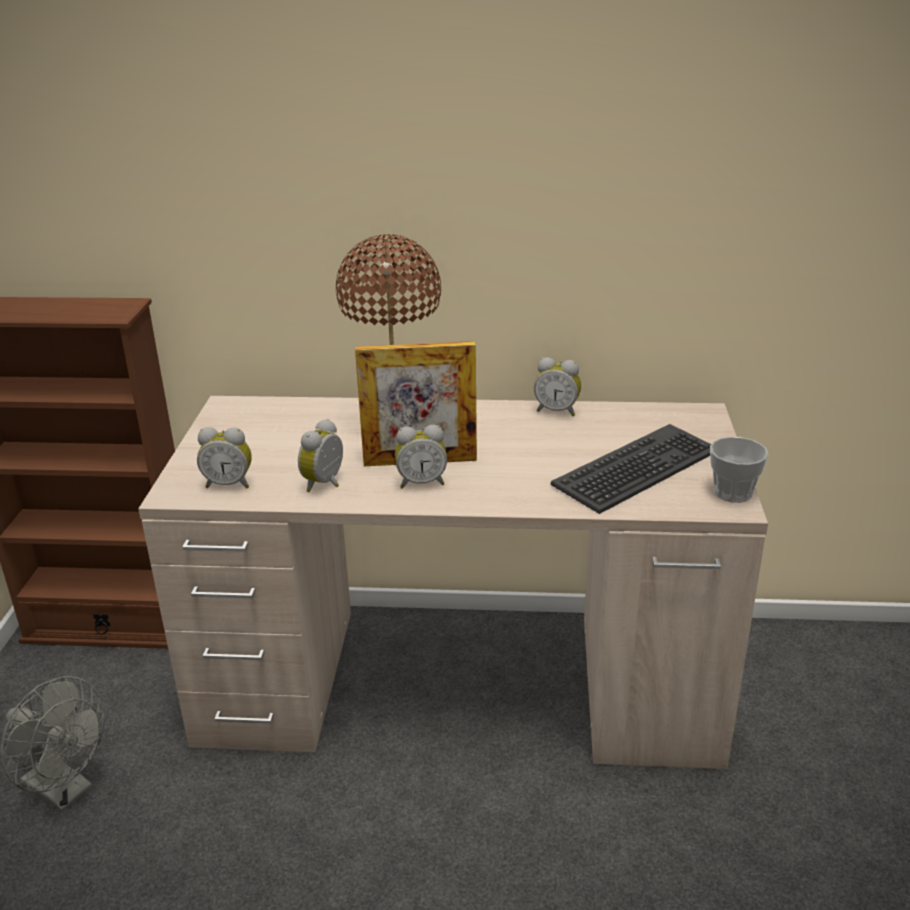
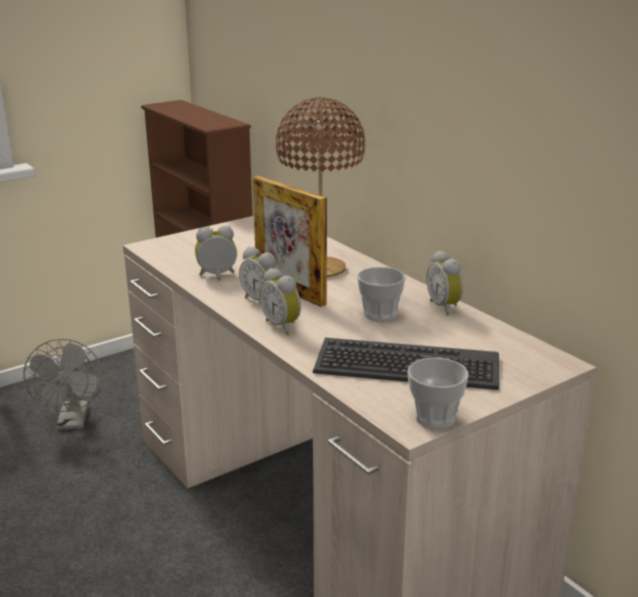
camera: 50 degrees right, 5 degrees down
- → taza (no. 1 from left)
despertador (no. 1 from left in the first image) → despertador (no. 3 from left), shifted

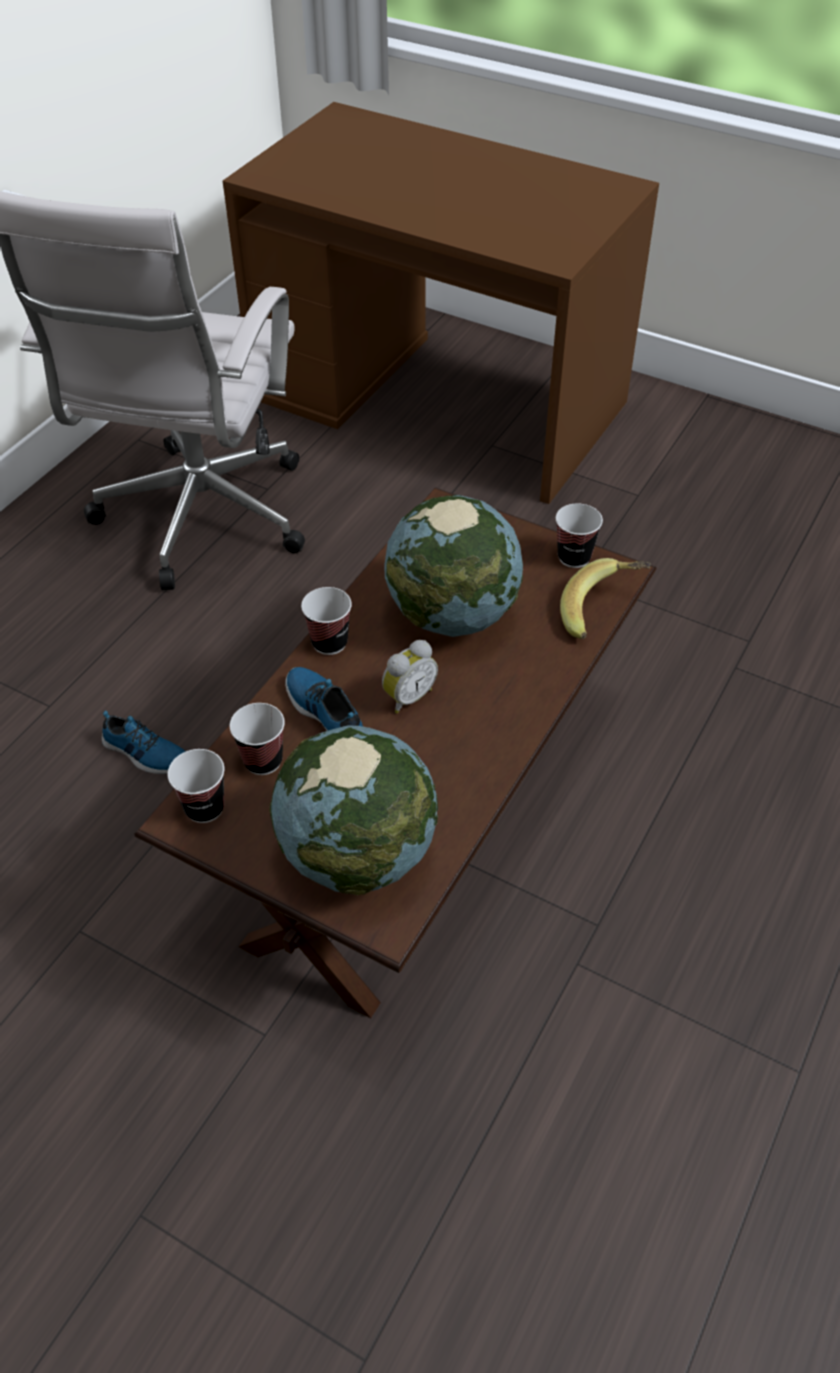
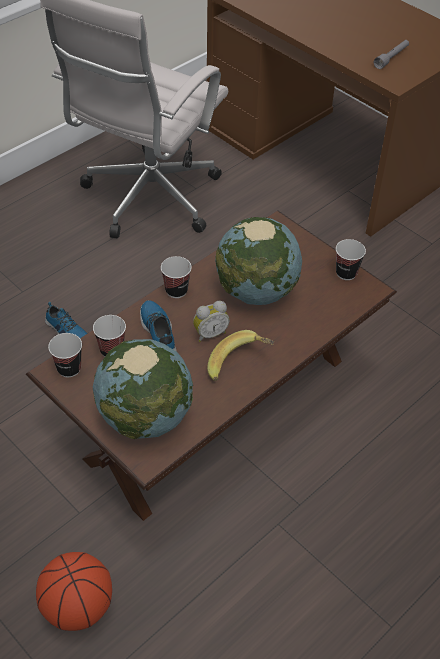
camera: 15 degrees right, 0 degrees up
- → balón de baloncesto
- → linterna (gris)
plátano, shifted

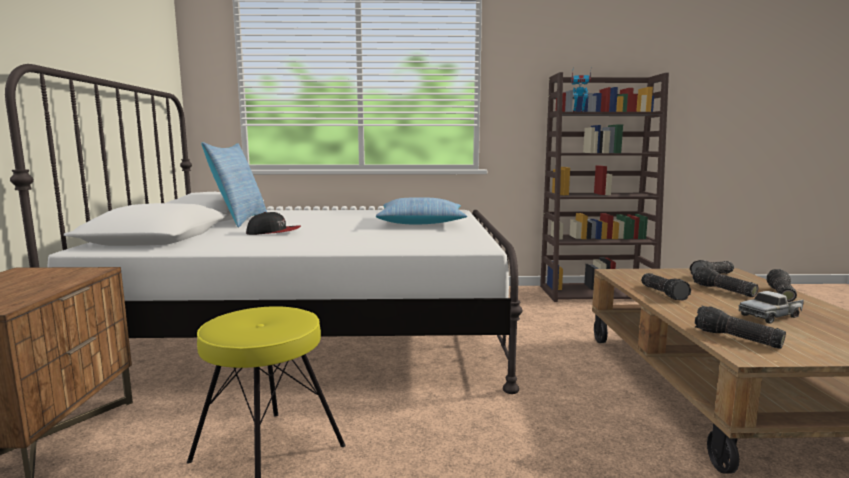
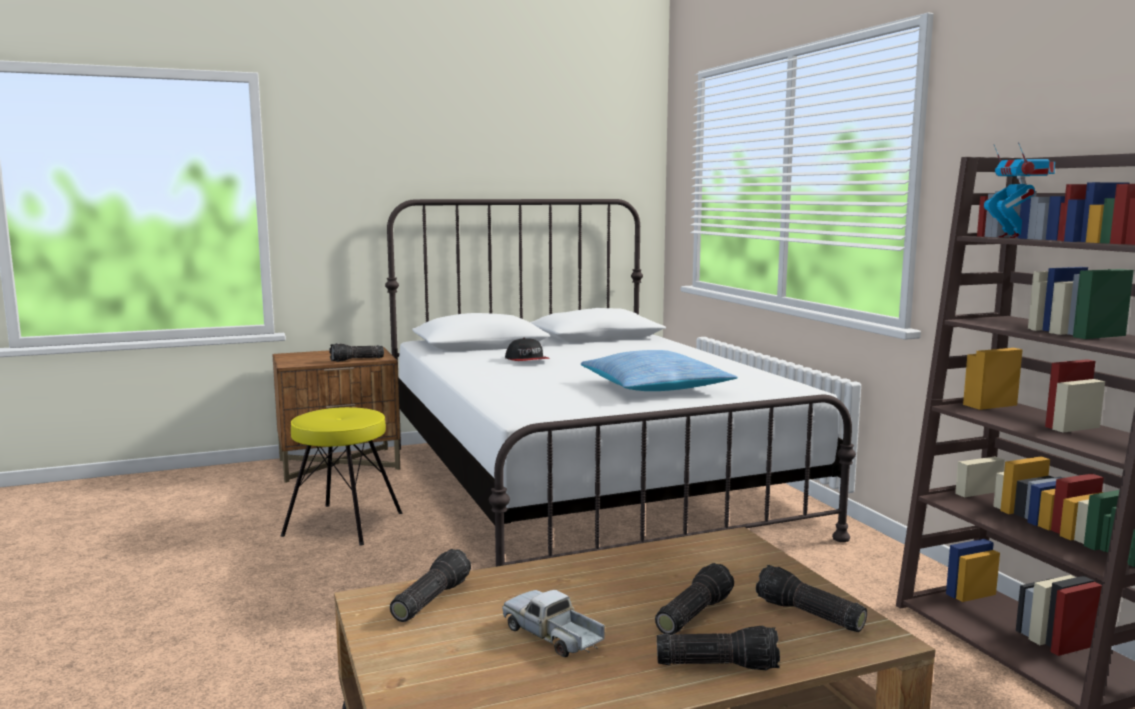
camera: 70 degrees right, 0 degrees up
cojín (no. 1 from left) → -
linterna (no. 1 from left), shifted

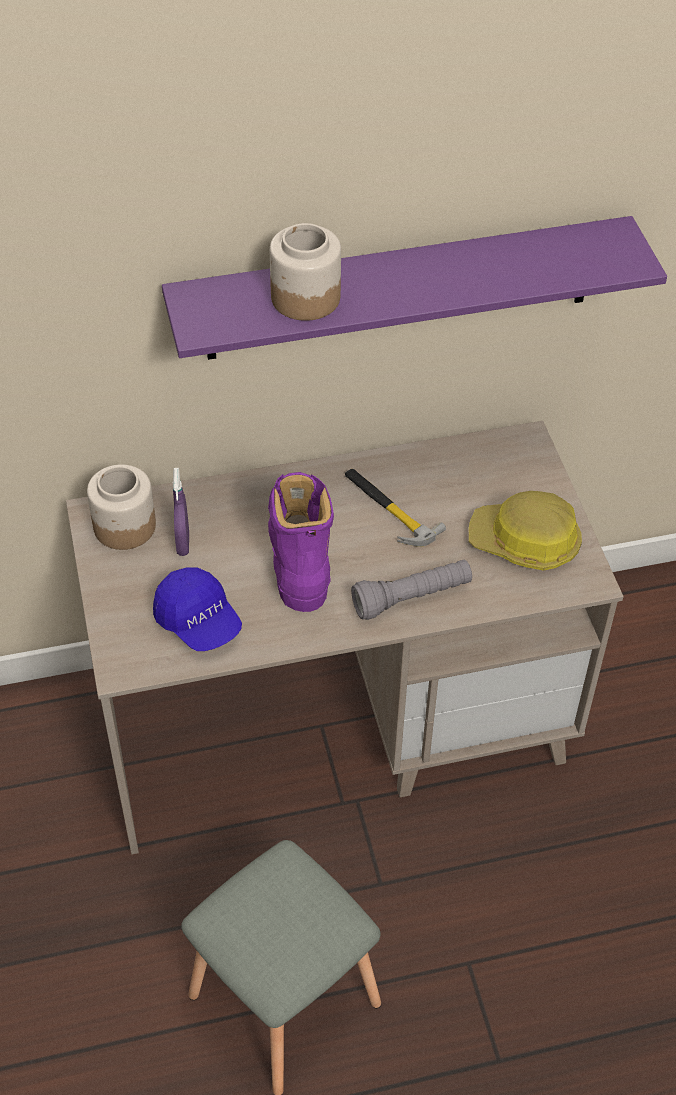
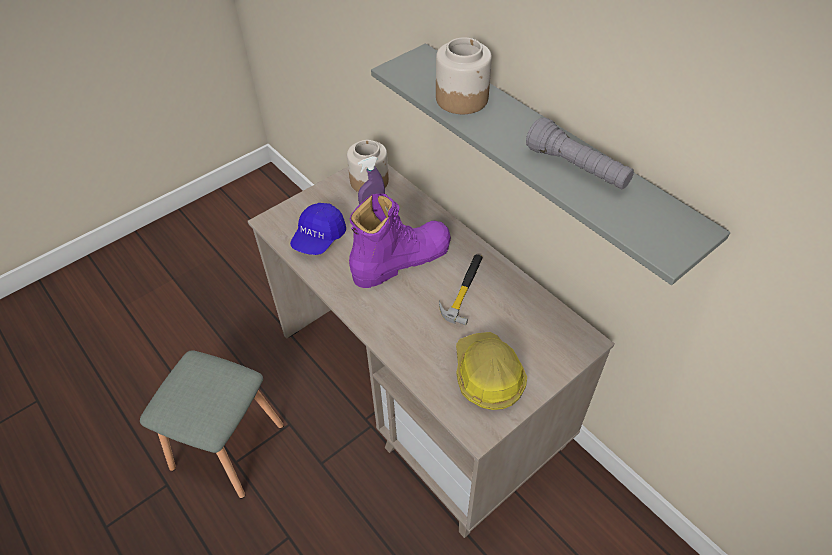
camera: 65 degrees right, 0 degrees up
linterna (gris), shifted
estante (morado) → estante (gris)

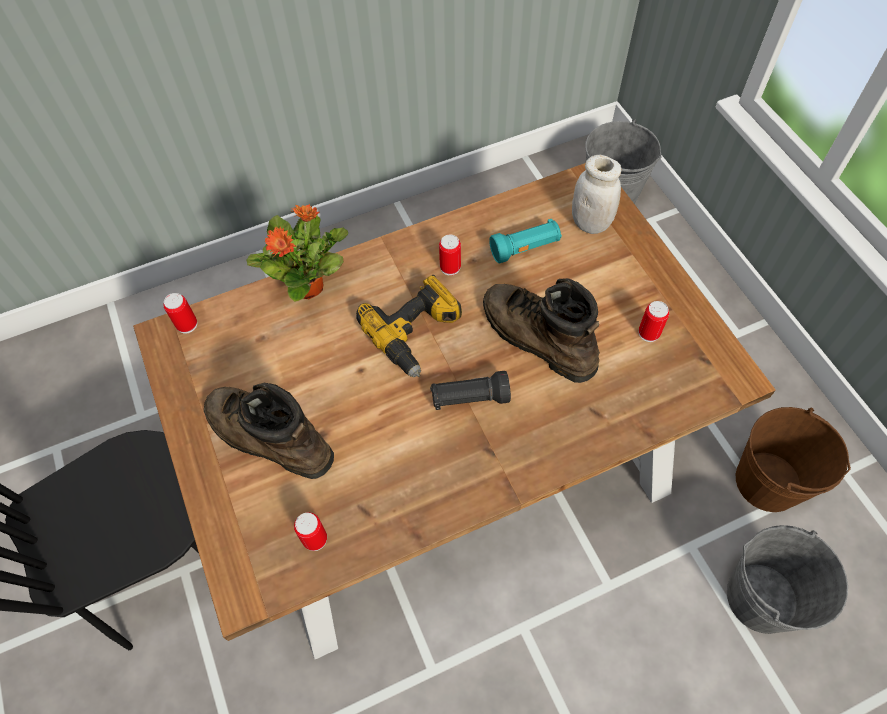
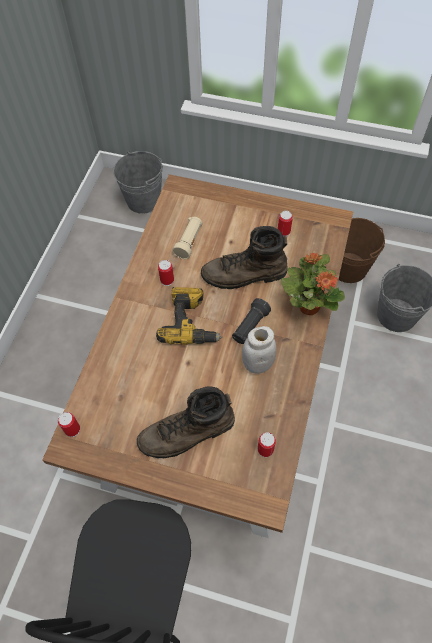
camera: 50 degrees left, 0 degrees up
planta en maceta, shifted
tarro (blanco), shifted
linterna (turquesa) → linterna (beis)

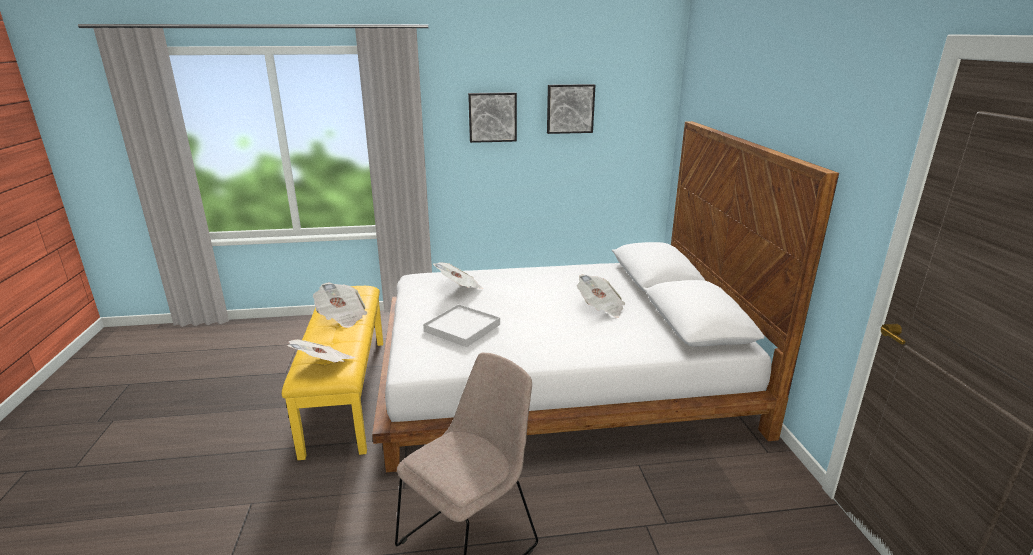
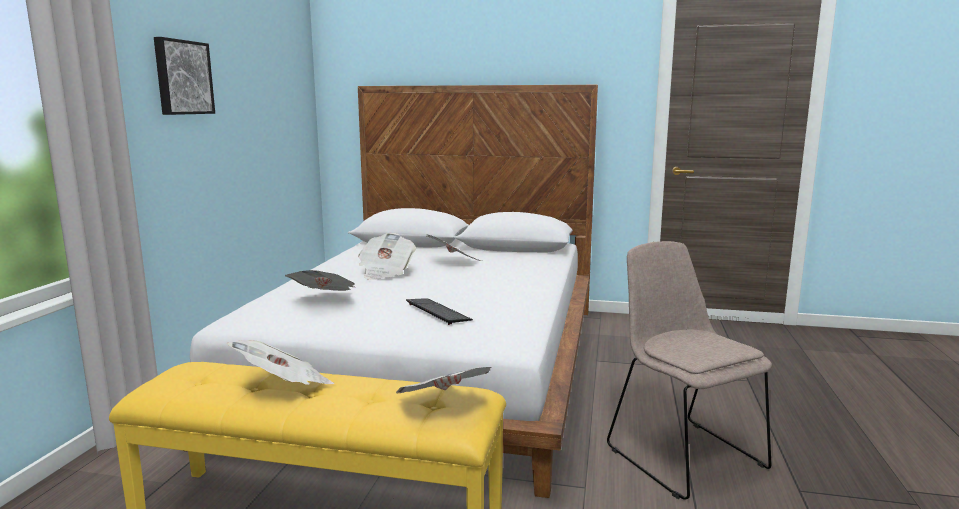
camera: 70 degrees left, 10 degrees down
cuadro (no. 2 from left) → -
- → periódico (no. 3 from left)
bandeja (blanco) → teclado

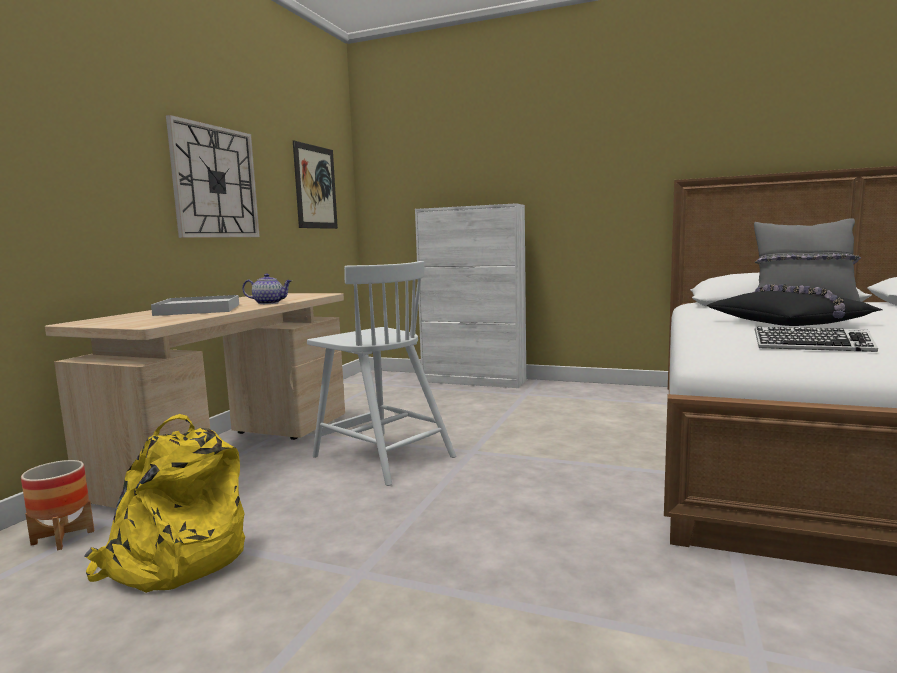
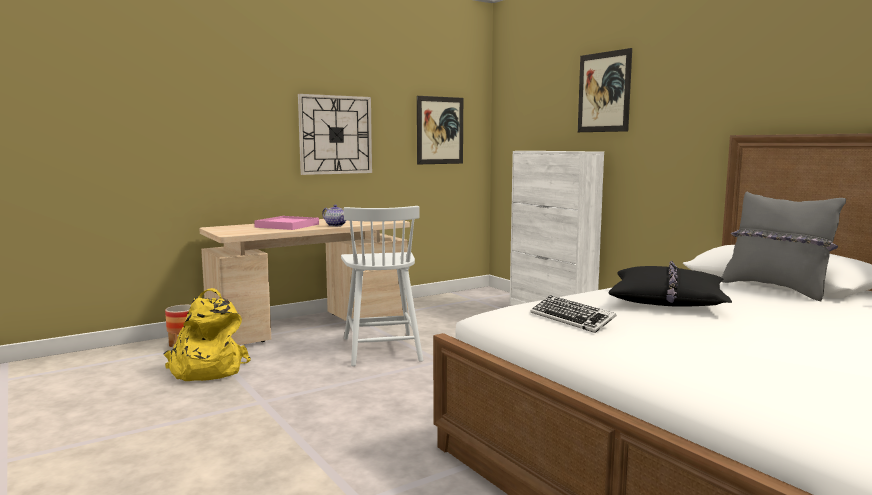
camera: 35 degrees right, 0 degrees up
- → cuadro (no. 2 from left)
bandeja (blanco) → bandeja (rosa)

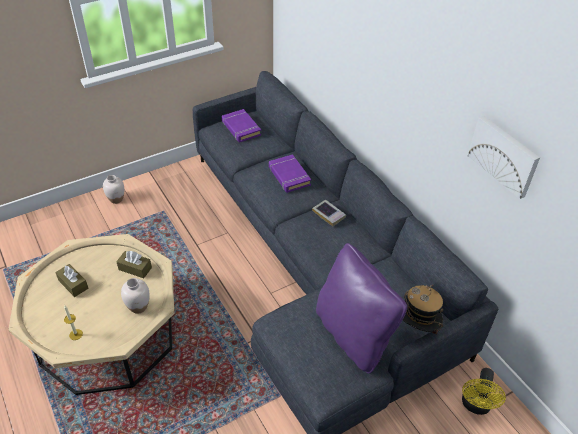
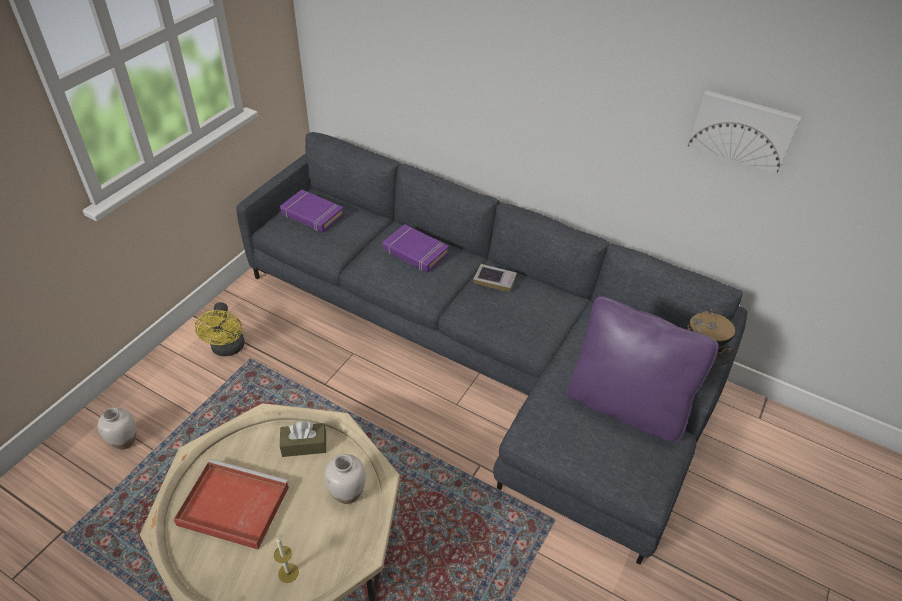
camera: 30 degrees left, 0 degrees up
florero (blanco) (no. 1 from left), shifted
ventilador (amarillo), shifted
caja de pañuelos (marrón) (no. 1 from left) → bandeja (rojo)

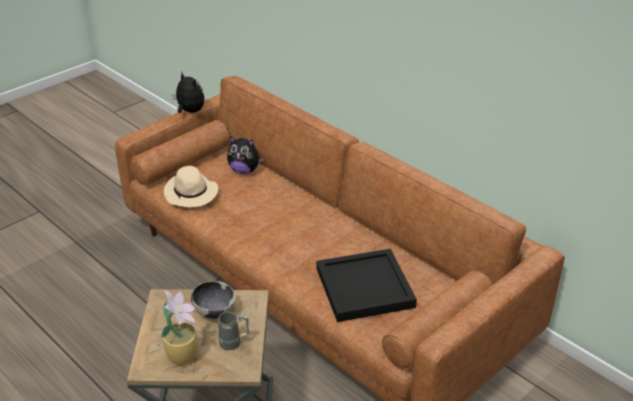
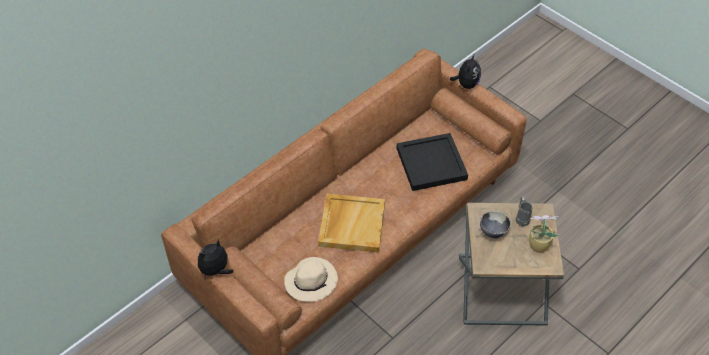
camera: 90 degrees left, 15 degrees up
- → bandeja (beis)
peluche (no. 2 from left), shifted

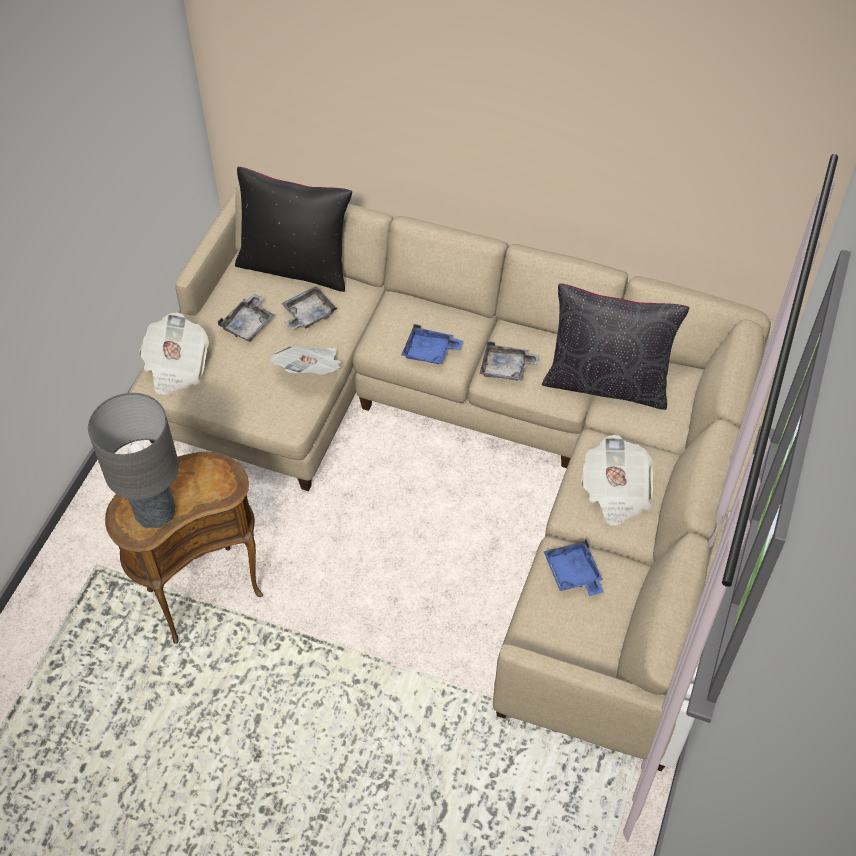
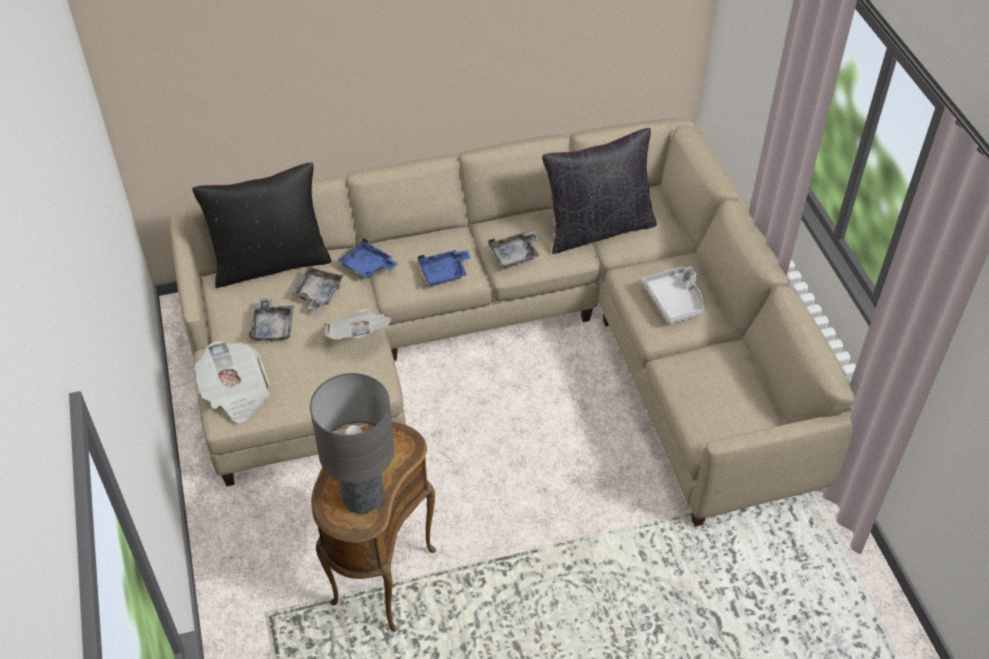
camera: 35 degrees left, 5 degrees down
bandeja (azul) (no. 2 from left in the first image) → bandeja (azul) (no. 1 from left), shifted
periódico (no. 3 from left) → bandeja (gris) (no. 4 from left)

